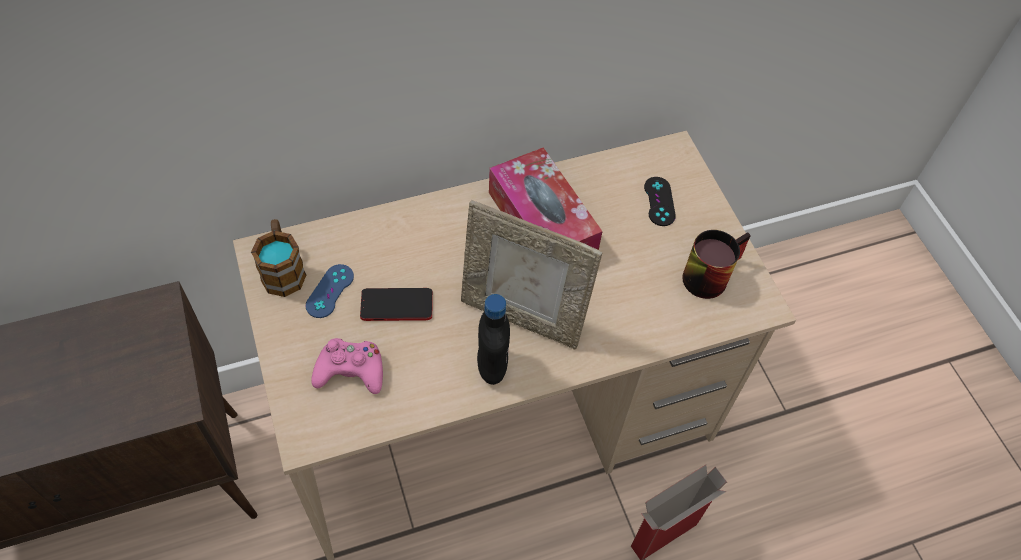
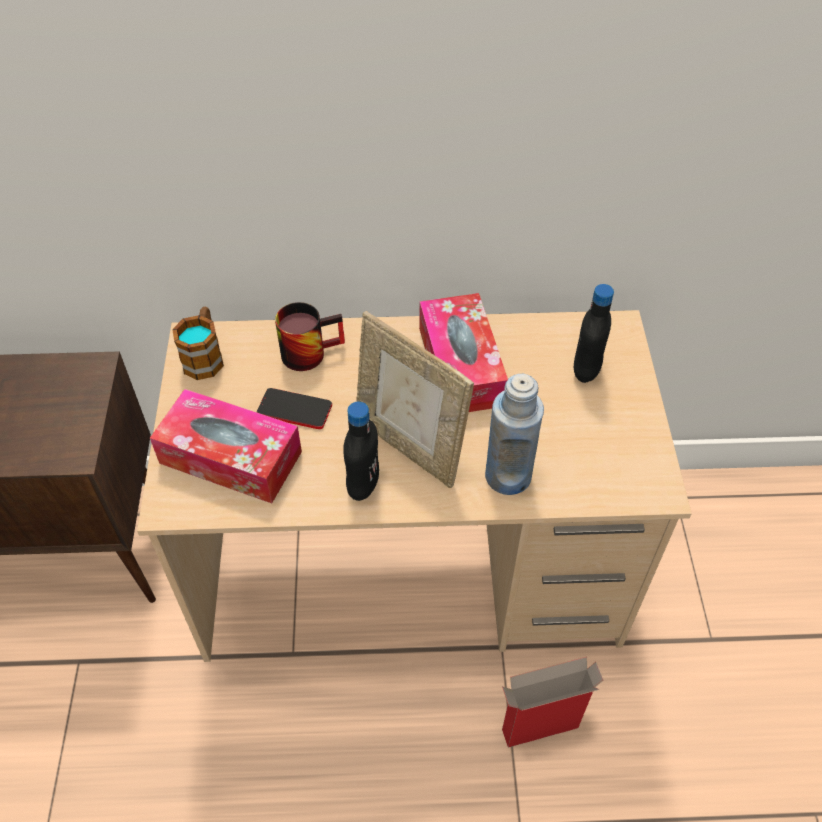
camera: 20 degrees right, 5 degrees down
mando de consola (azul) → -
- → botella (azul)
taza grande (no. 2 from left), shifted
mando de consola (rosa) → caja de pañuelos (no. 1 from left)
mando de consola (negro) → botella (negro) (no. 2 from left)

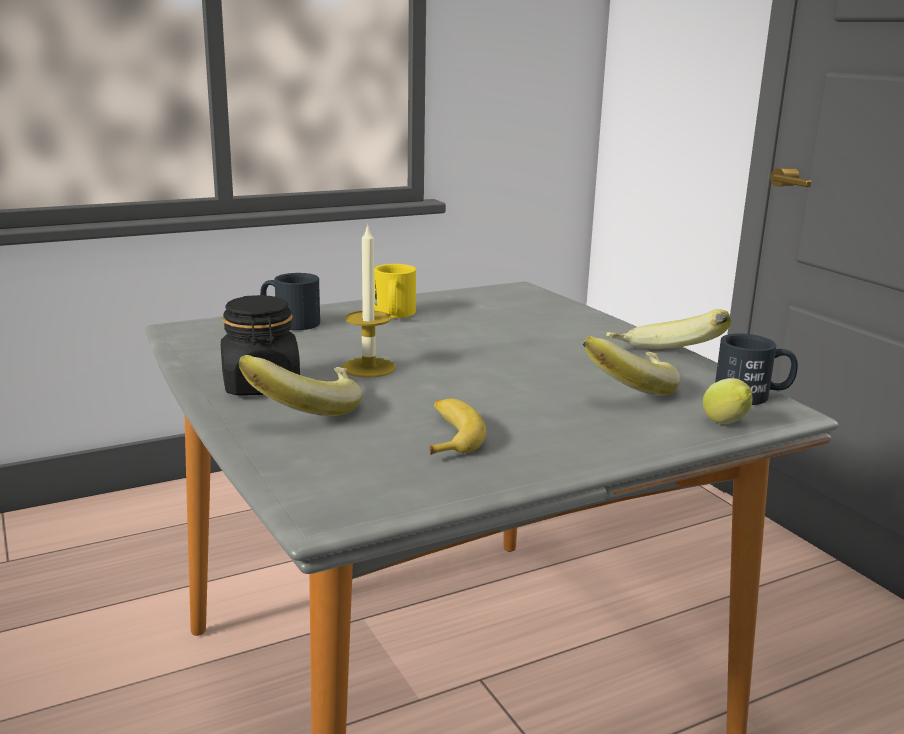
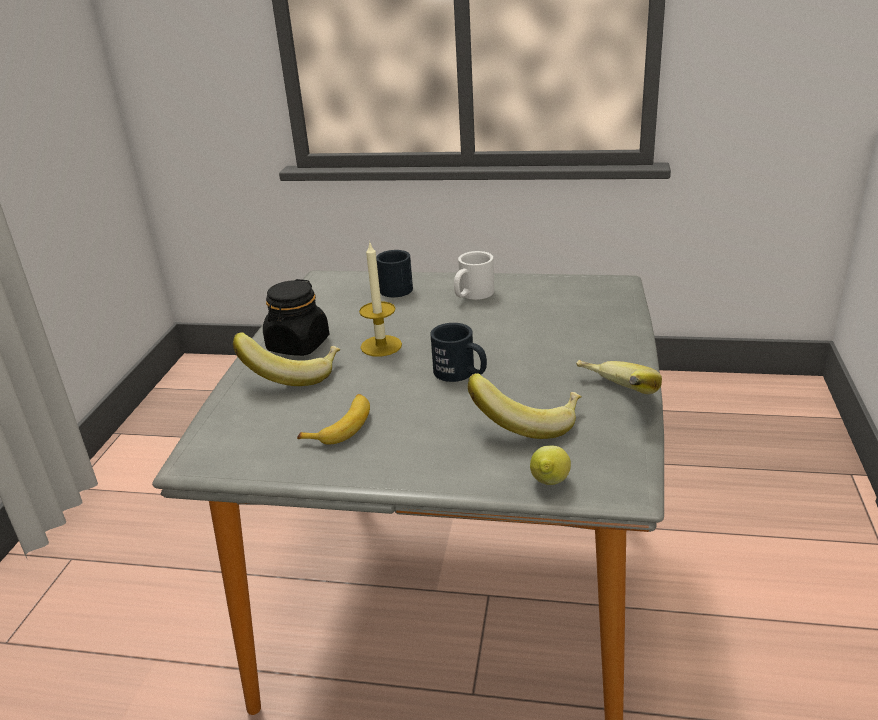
camera: 40 degrees right, 10 degrees up
taza grande (negro) (no. 2 from left), shifted
taza grande (amarillo) → taza grande (blanco)

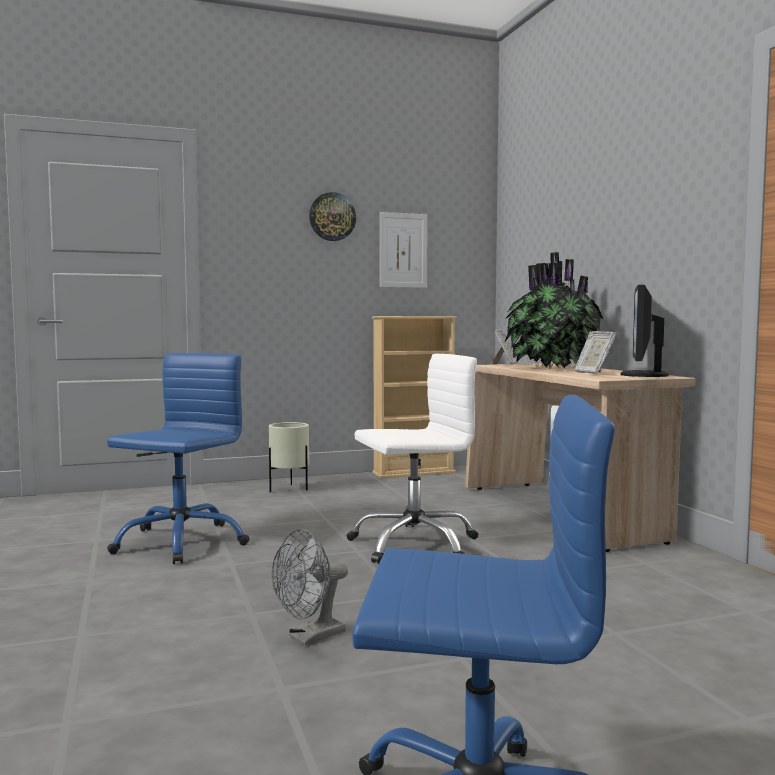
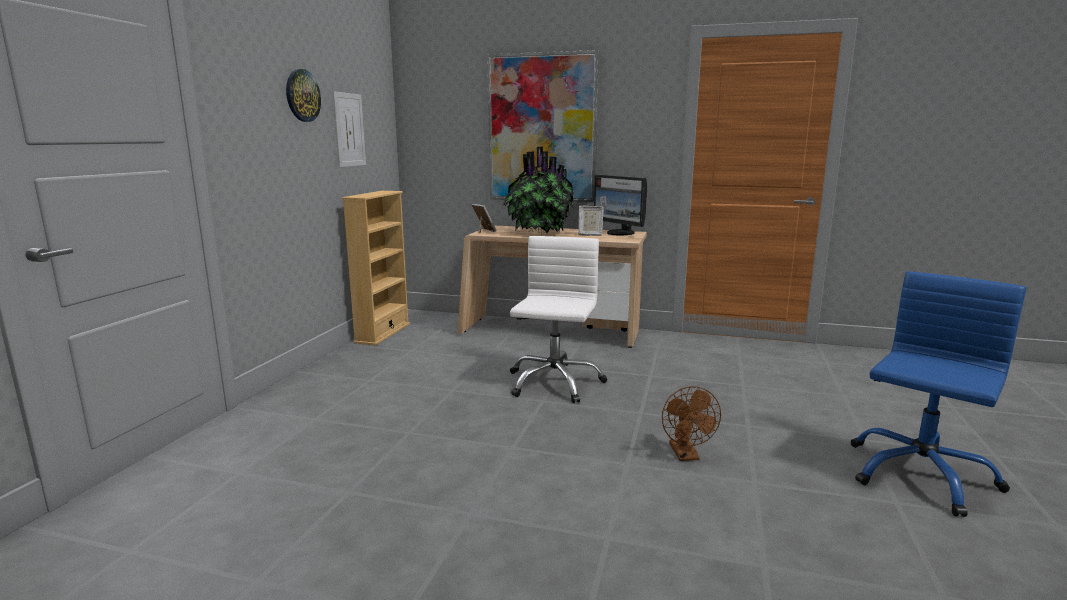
camera: 55 degrees left, 10 degrees up
silla de oficina (azul) (no. 1 from left) → -
maceta (beis) → -
- → cuadro (no. 2 from left)
ventilador (gris) → ventilador (marrón)

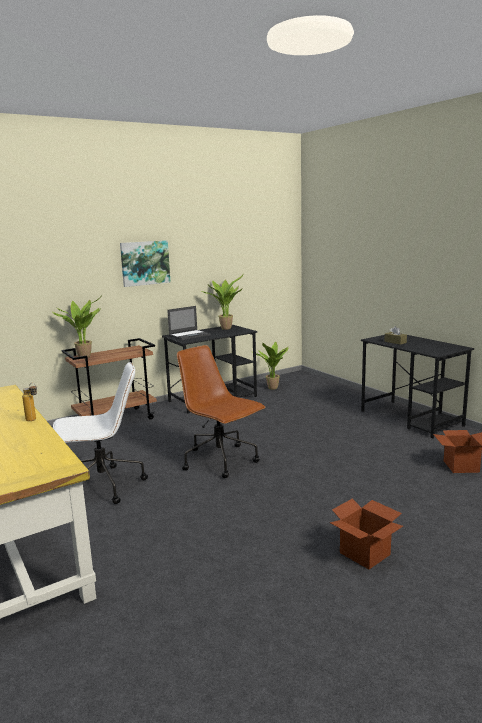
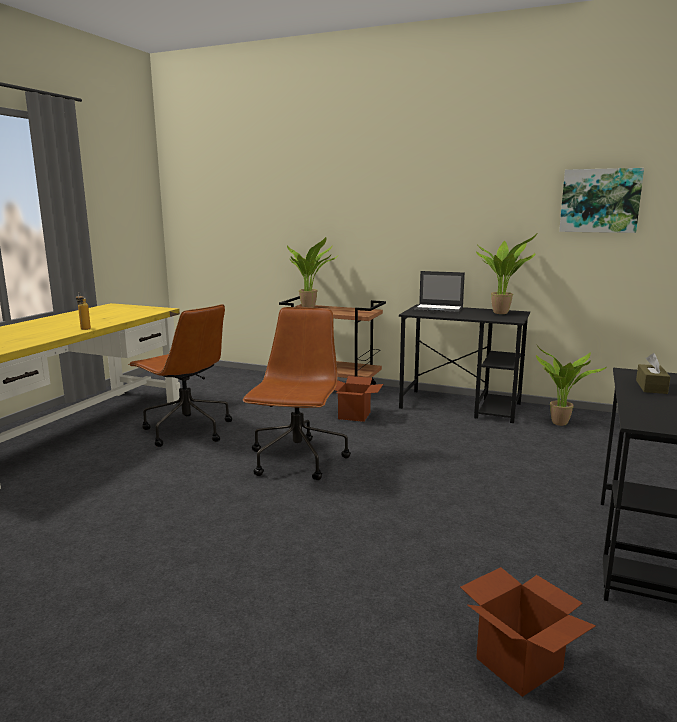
camera: 55 degrees right, 0 degrees up
cuadro, shifted
caja de cartón (no. 1 from left), shifted
silla de oficina (blanco) → silla de oficina (marrón) (no. 1 from left)

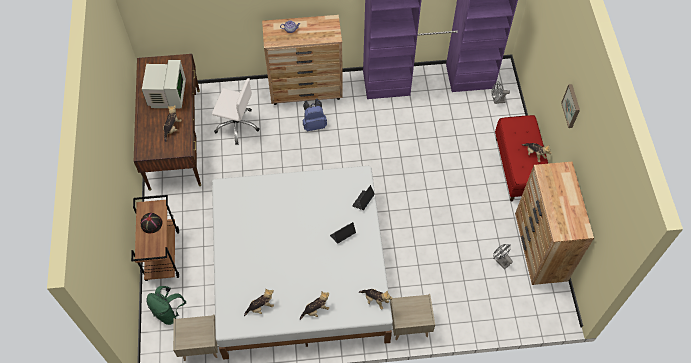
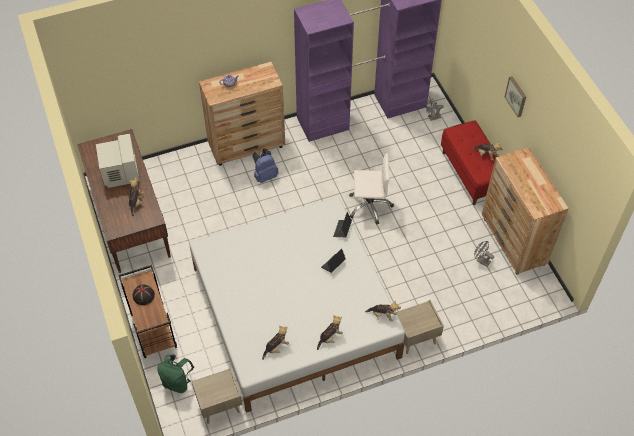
camera: 15 degrees left, 5 degrees down
silla de oficina (blanco), shifted

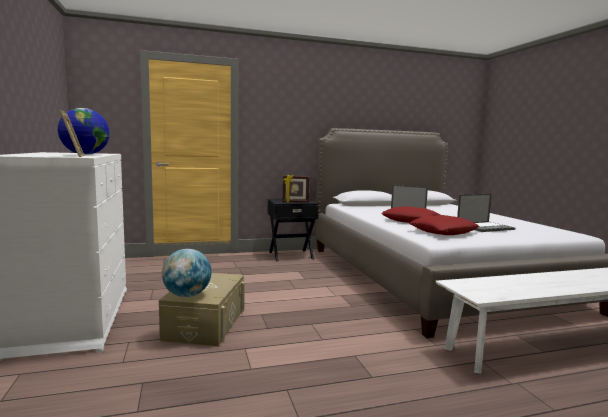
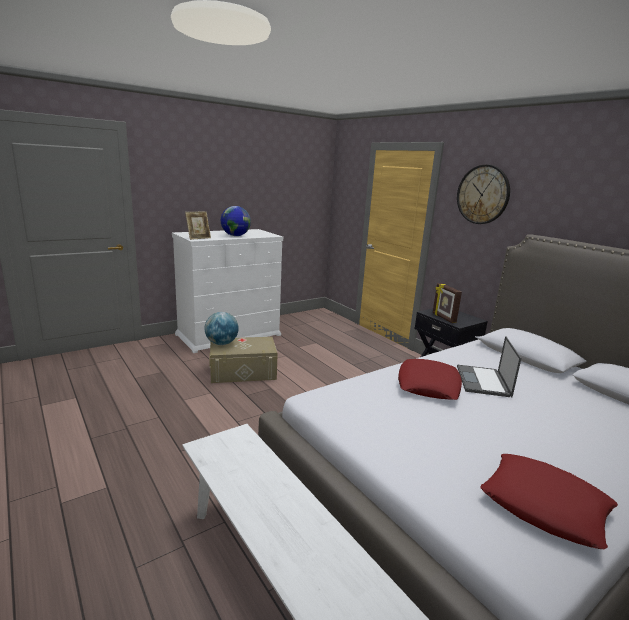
camera: 70 degrees right, 10 degrees up
portátil (no. 2 from left) → -
- → reloj de pared
cojín (rojo) (no. 2 from left), shifted

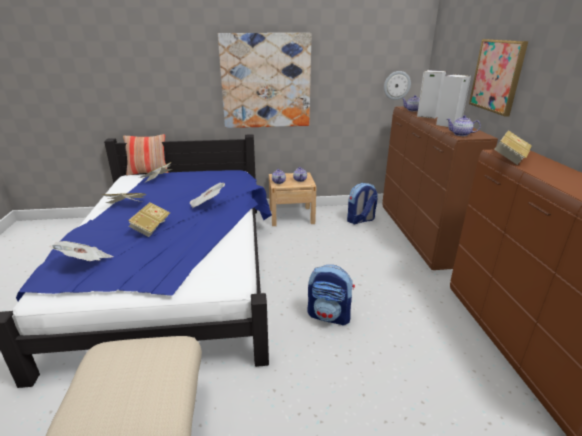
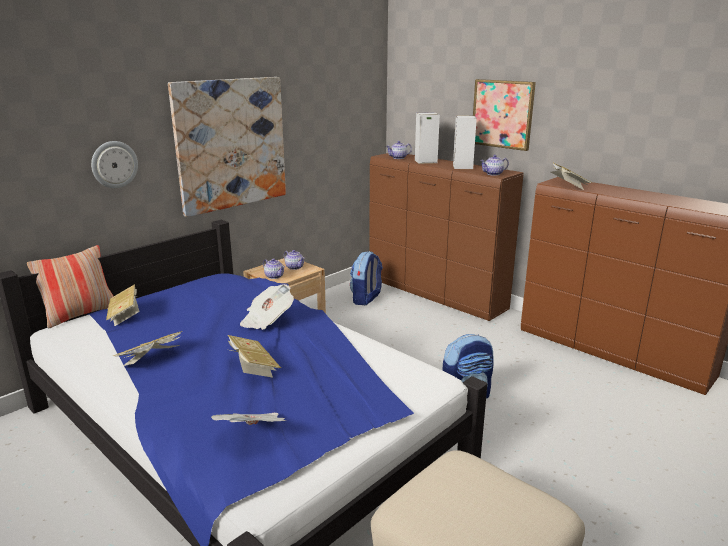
camera: 40 degrees left, 5 degrees down
reloj de pared, shifted

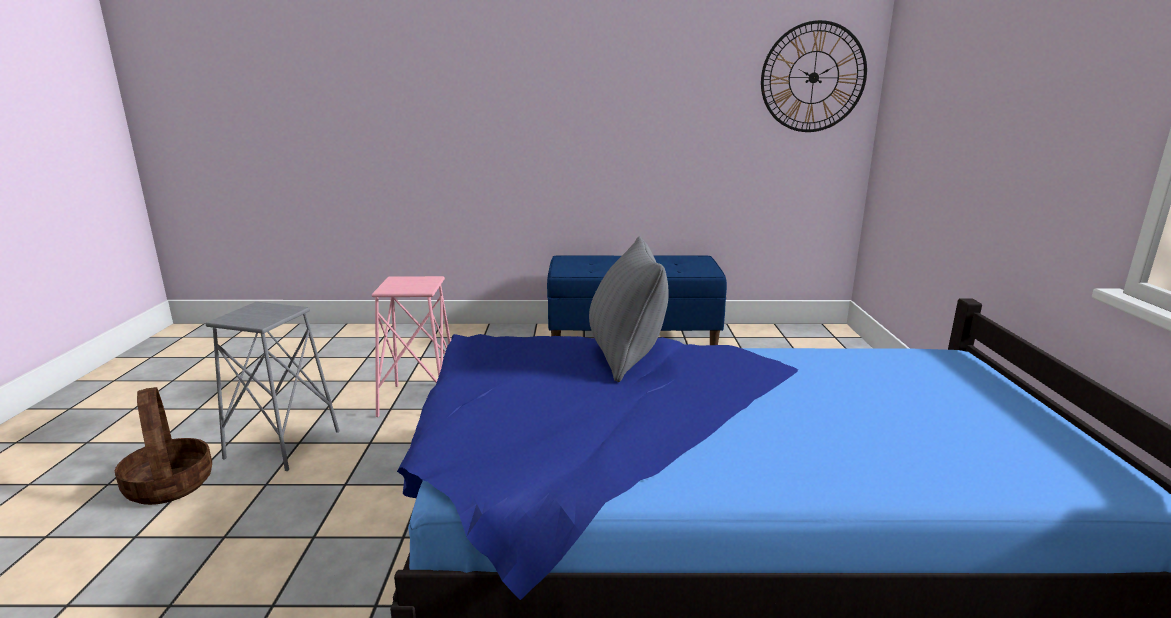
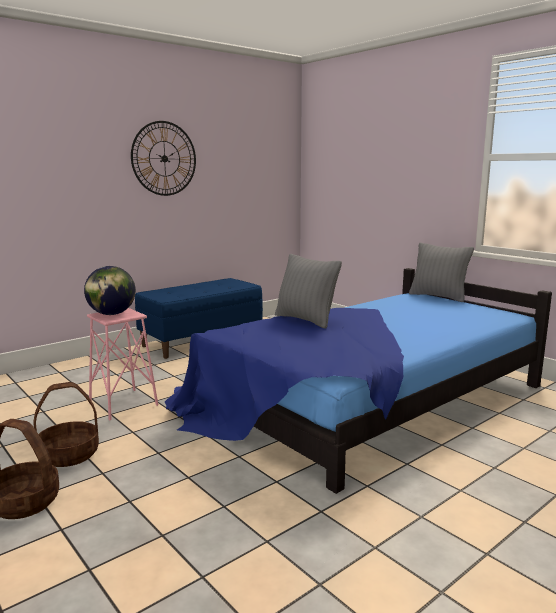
camera: 40 degrees left, 5 degrees down
- → globo terráqueo
- → cojín (gris) (no. 2 from left)
reloj de pared, shifted
taburete (gris) → cesta (no. 2 from left)

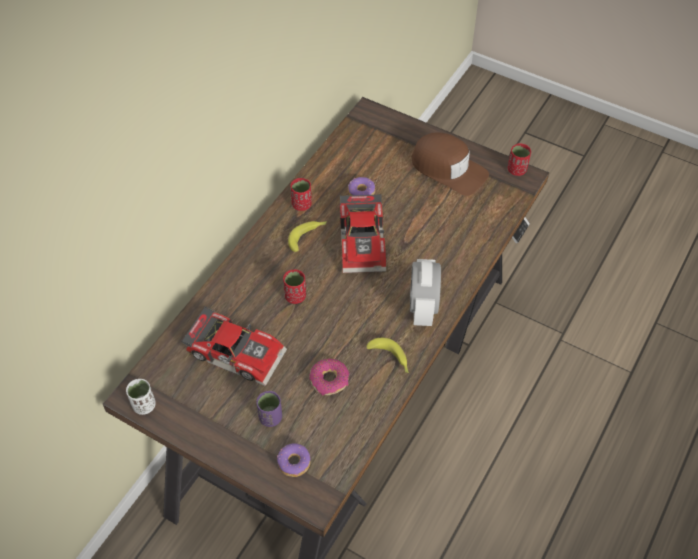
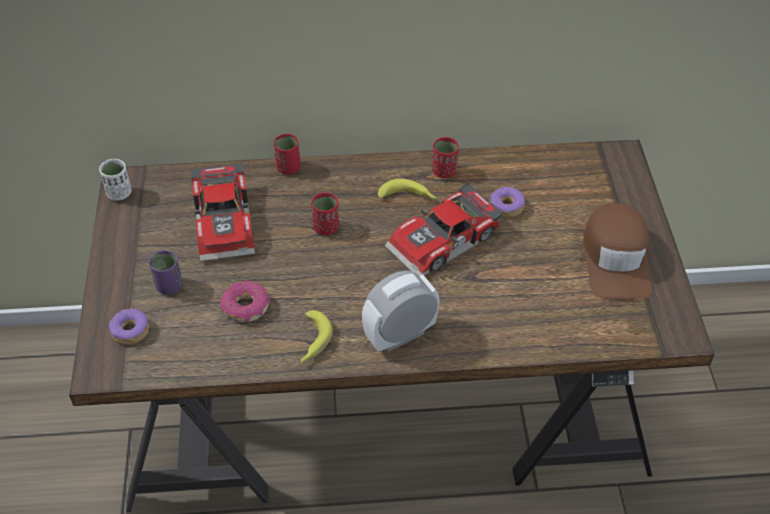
camera: 55 degrees right, 5 degrees down
taza (rojo) (no. 3 from left in the first image) → taza (rojo) (no. 1 from left), shifted

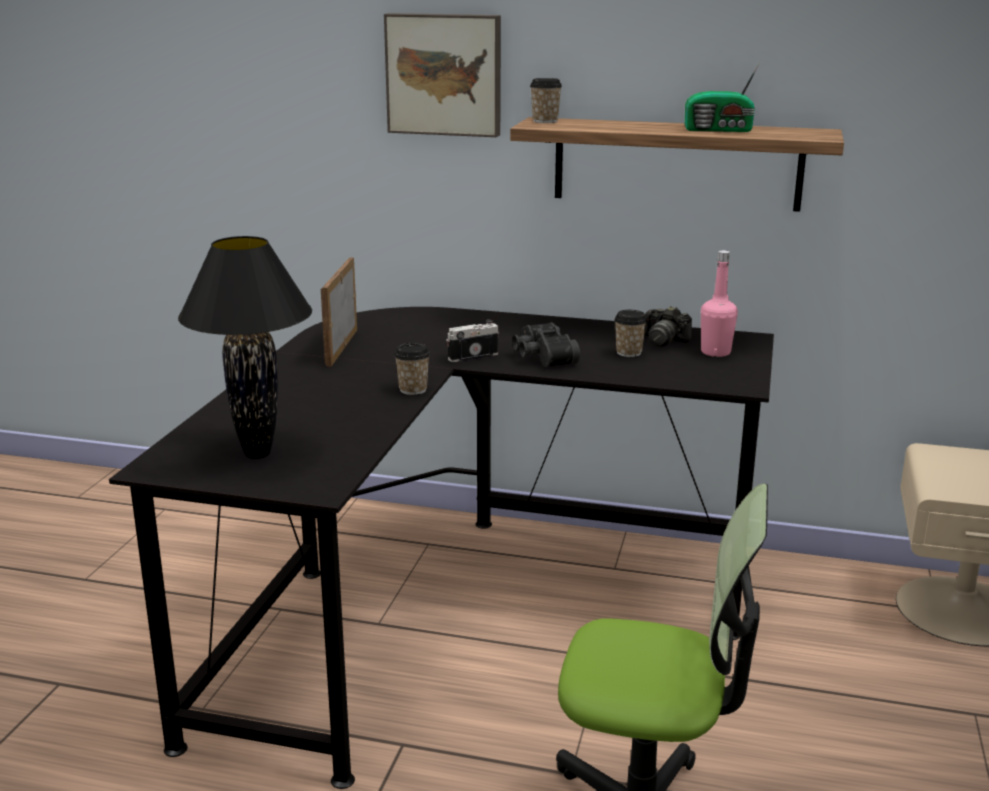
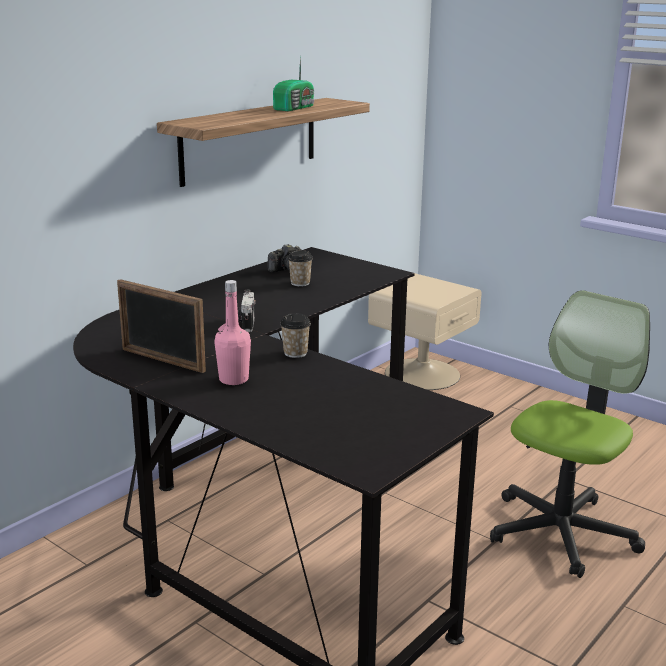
camera: 65 degrees left, 0 degrees up
lámpara de mesa (negro) → -
cuadro → -
prismáticos (negro) → -
taza (no. 2 from left) → -
botella (rosa), shifted

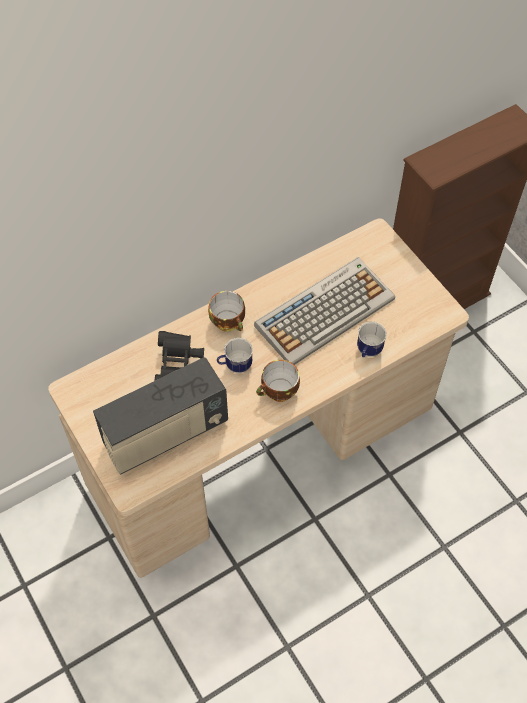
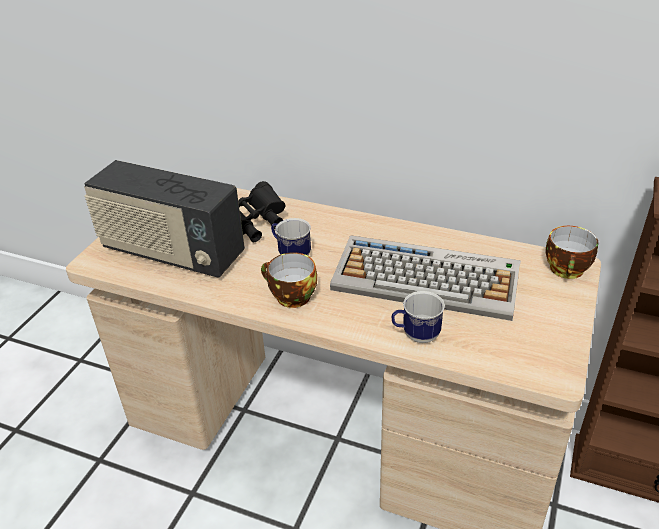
camera: 55 degrees right, 20 degrees down
taza (no. 1 from left in the first image) → taza (no. 2 from left), shifted

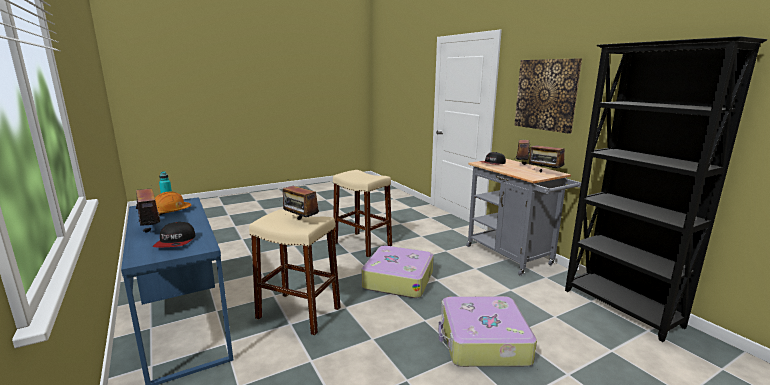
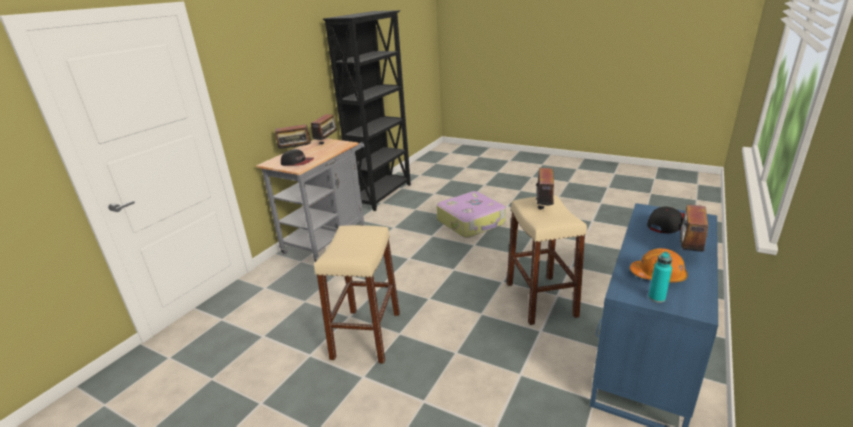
camera: 120 degrees left, 10 degrees up
maleta (no. 1 from left) → -
cuadro → -

